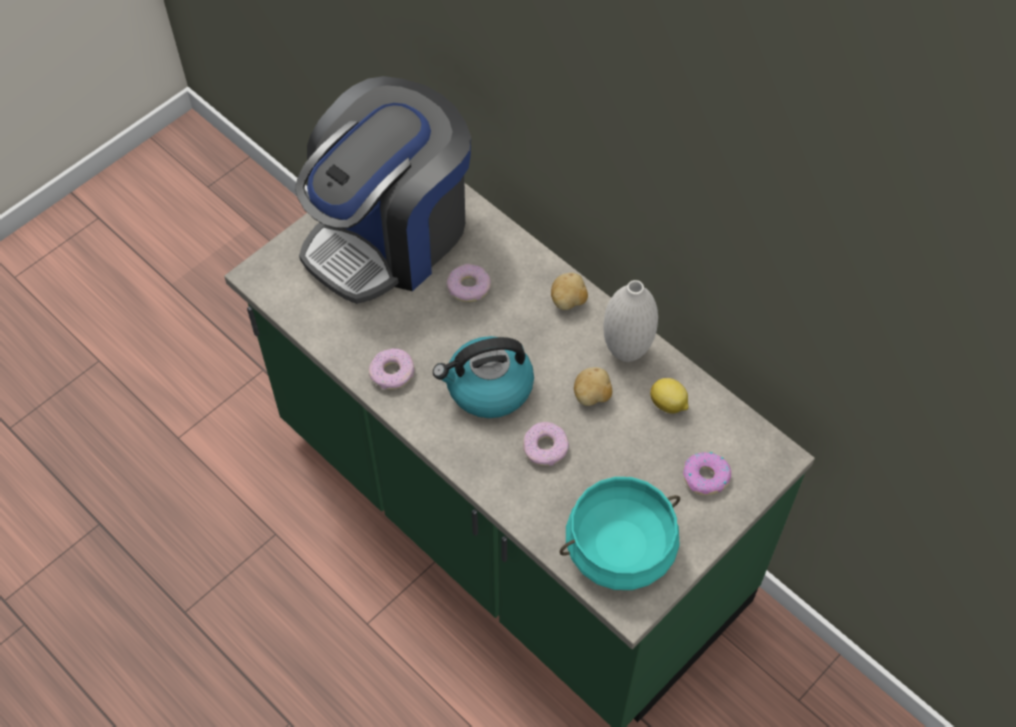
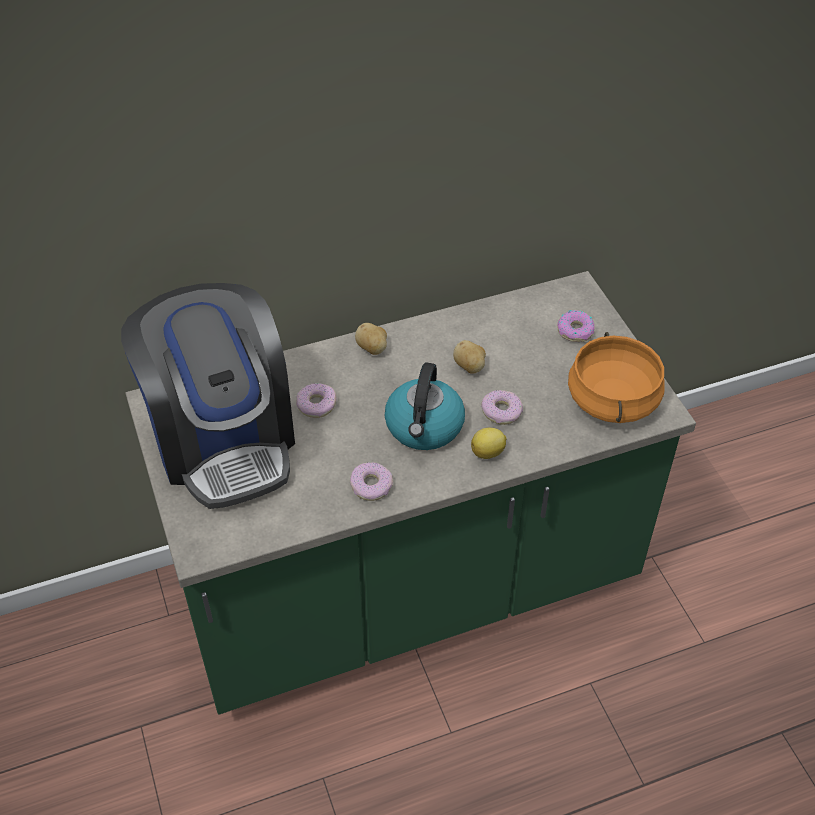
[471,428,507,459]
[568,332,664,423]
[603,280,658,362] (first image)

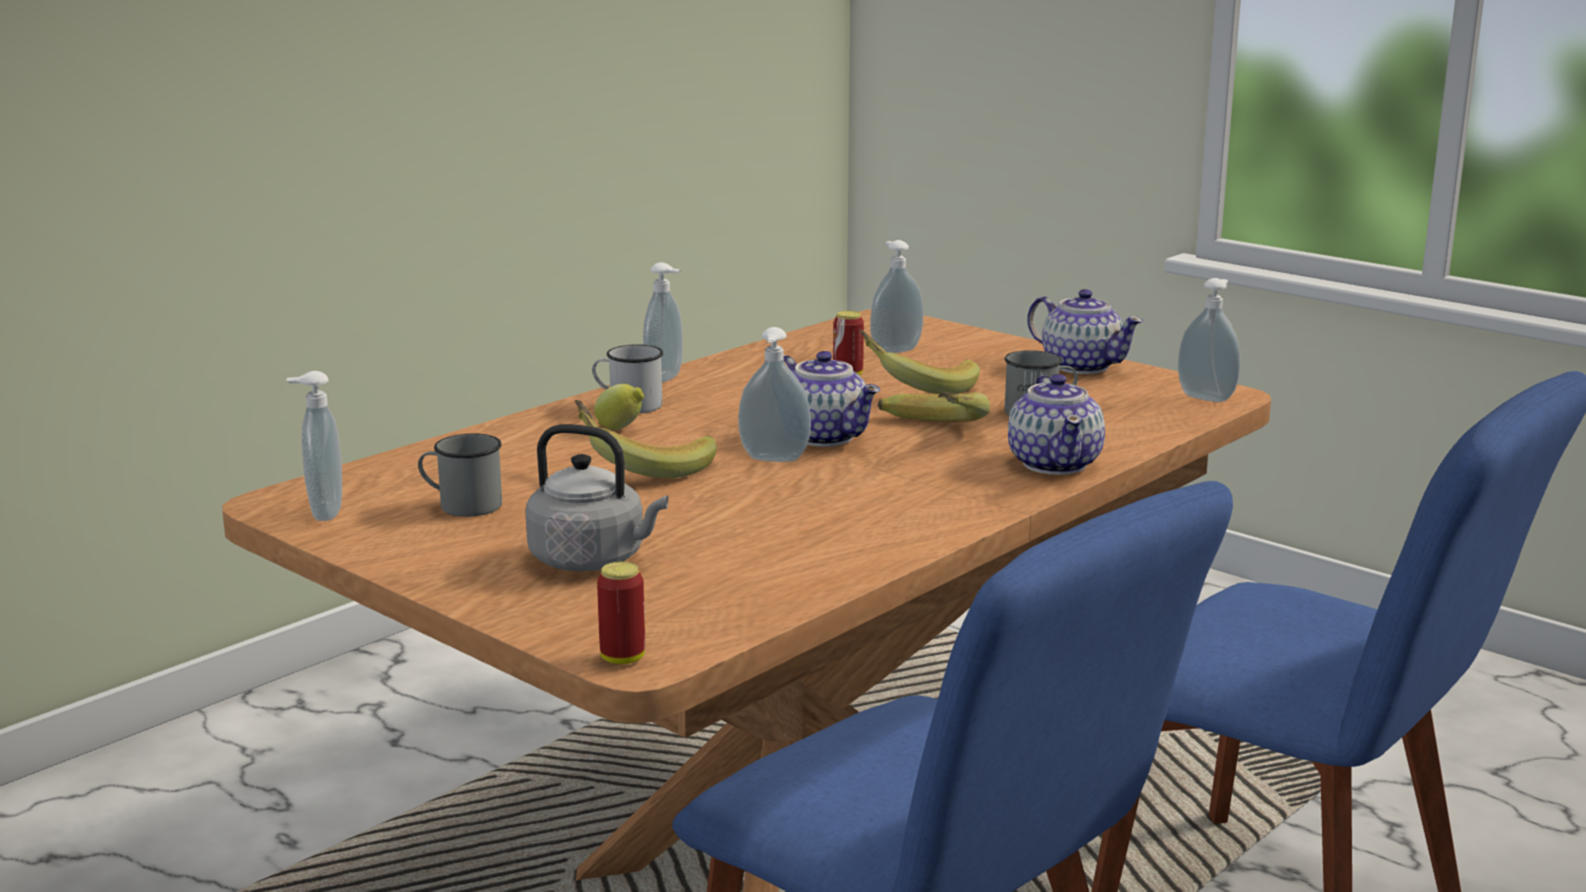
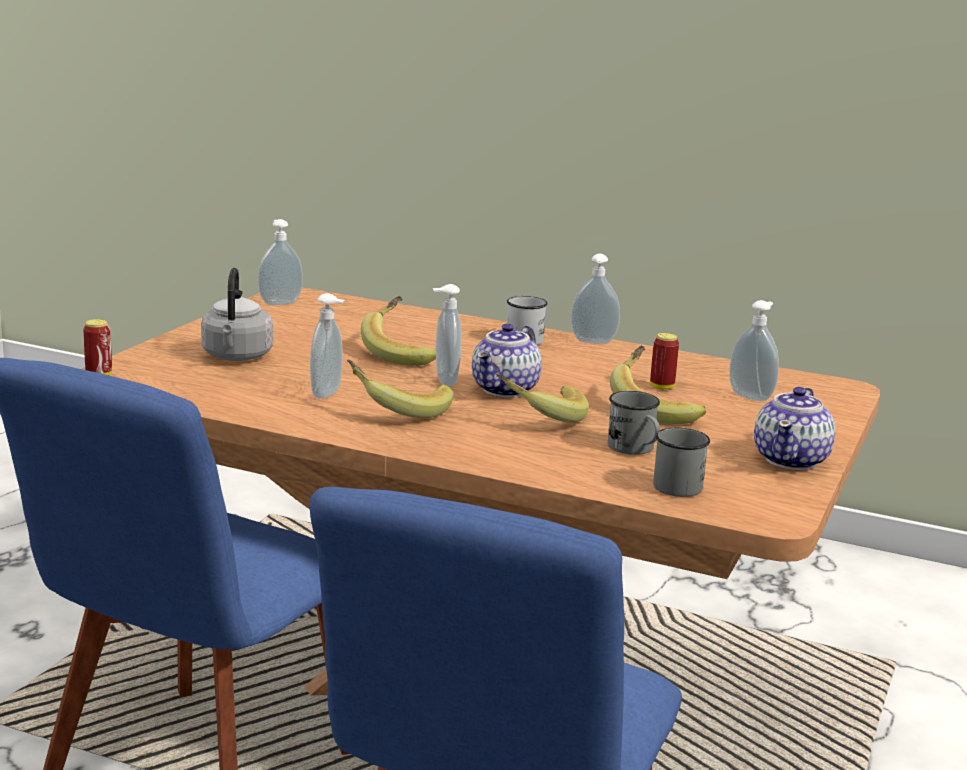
[310,293,345,399]
[347,360,453,418]
[653,427,710,497]
[594,384,644,430] (first image)
[1008,374,1105,475] (first image)

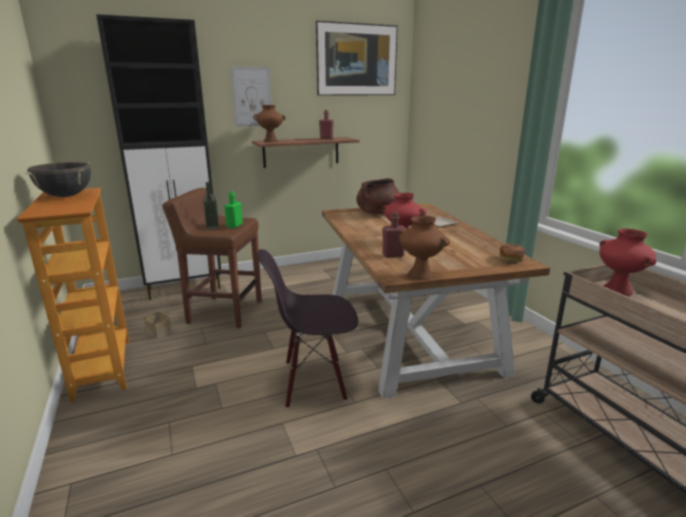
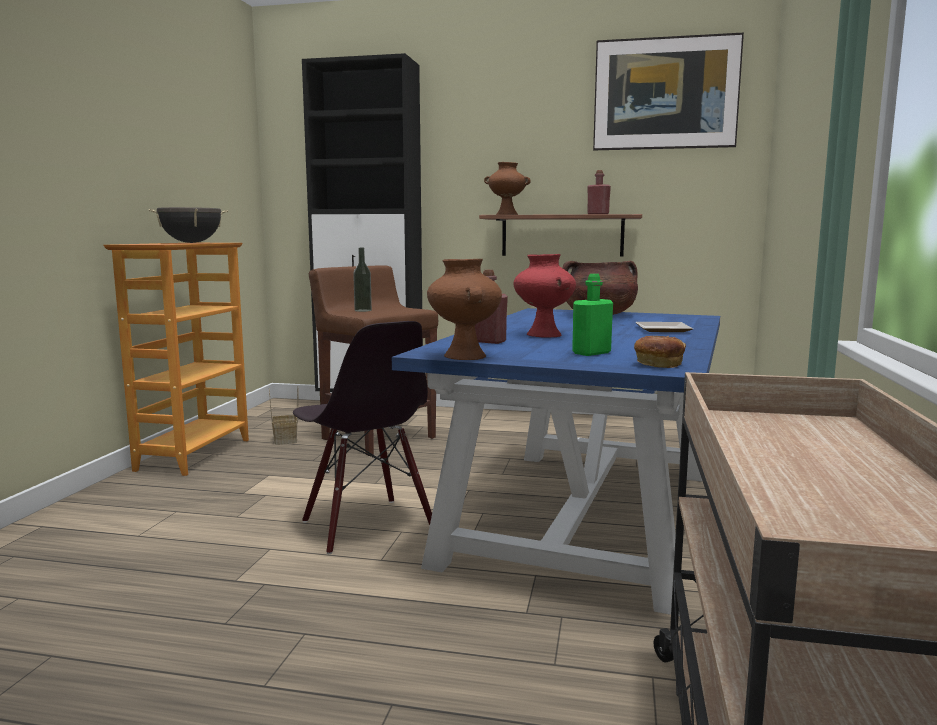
[293,321,432,554]
[392,308,720,616]
[572,274,613,356]
[230,67,272,127] (first image)
[599,228,656,296] (first image)

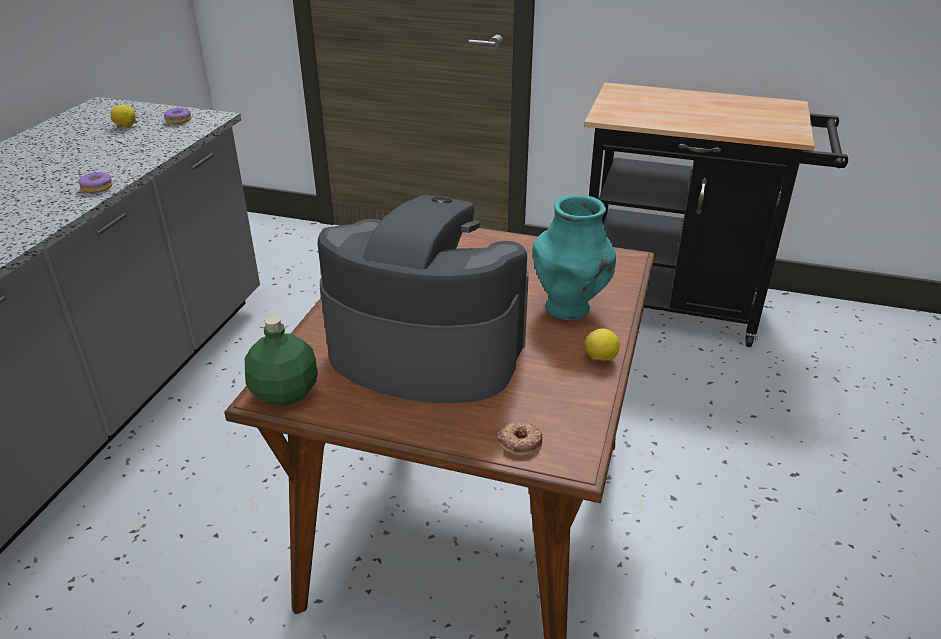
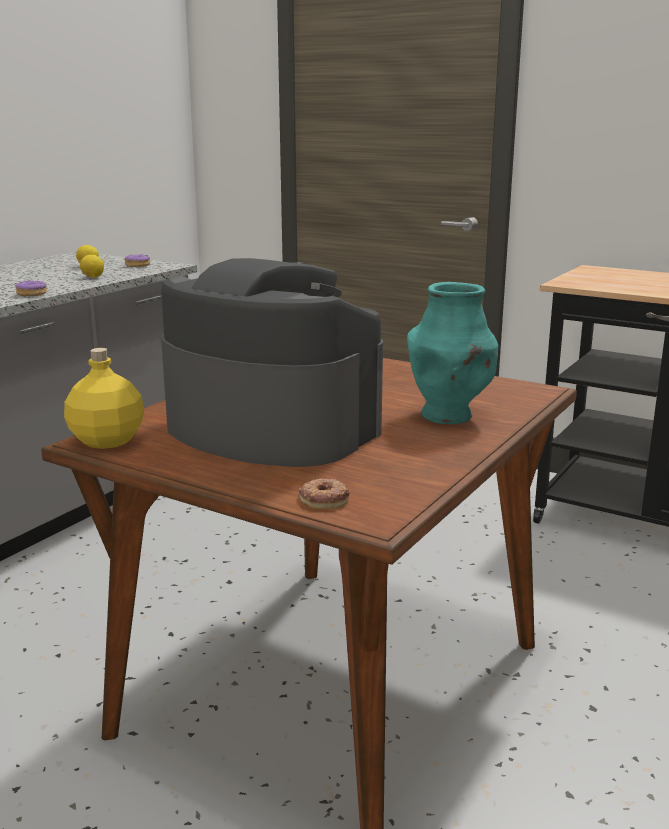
[64,348,144,449]
[80,255,104,278]

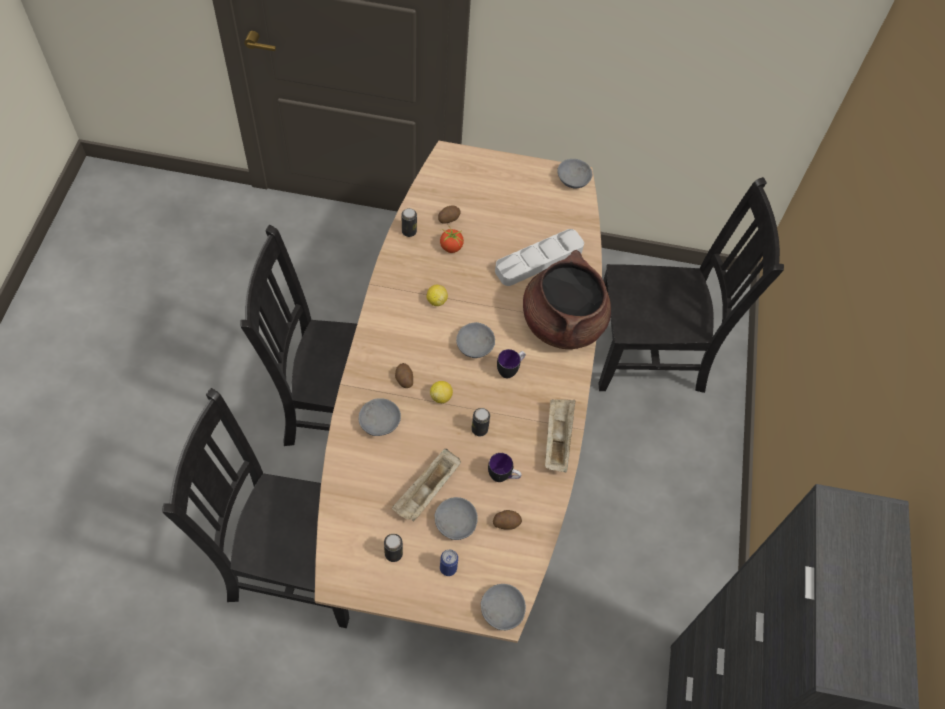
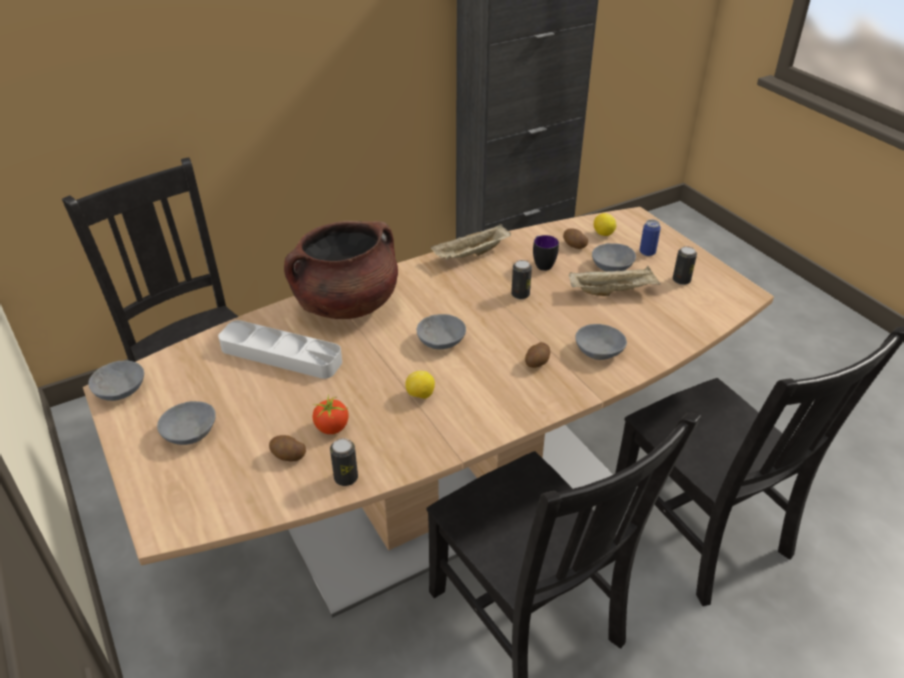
[157,401,216,445]
[594,213,616,236]
[497,349,526,378] (first image)

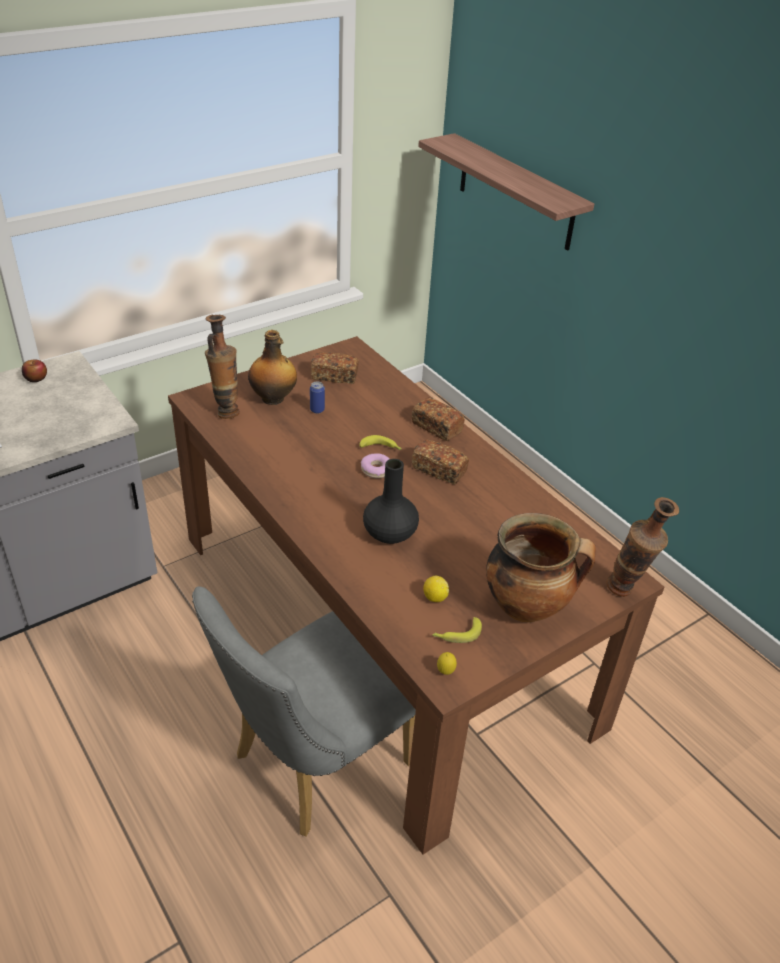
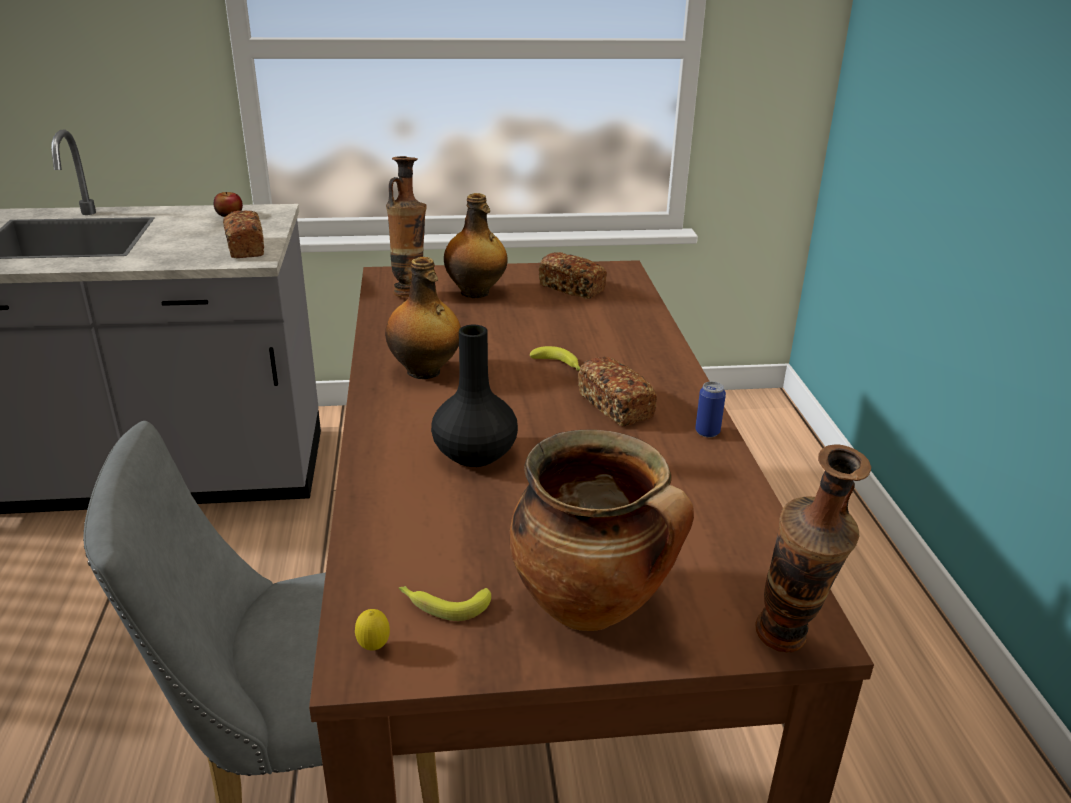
[223,210,264,258]
[385,257,461,379]
[695,381,726,437]
[361,453,389,478] (first image)
[418,133,594,250] (first image)
[423,576,449,602] (first image)

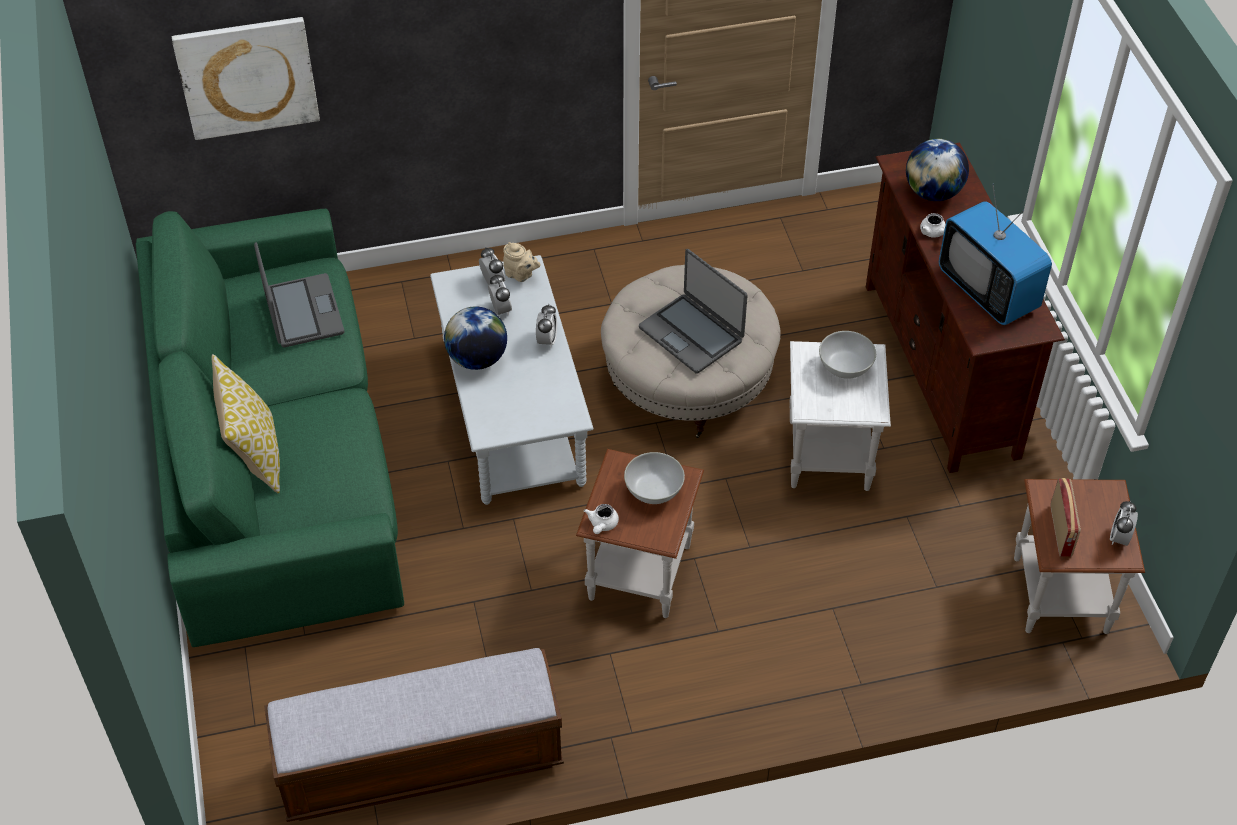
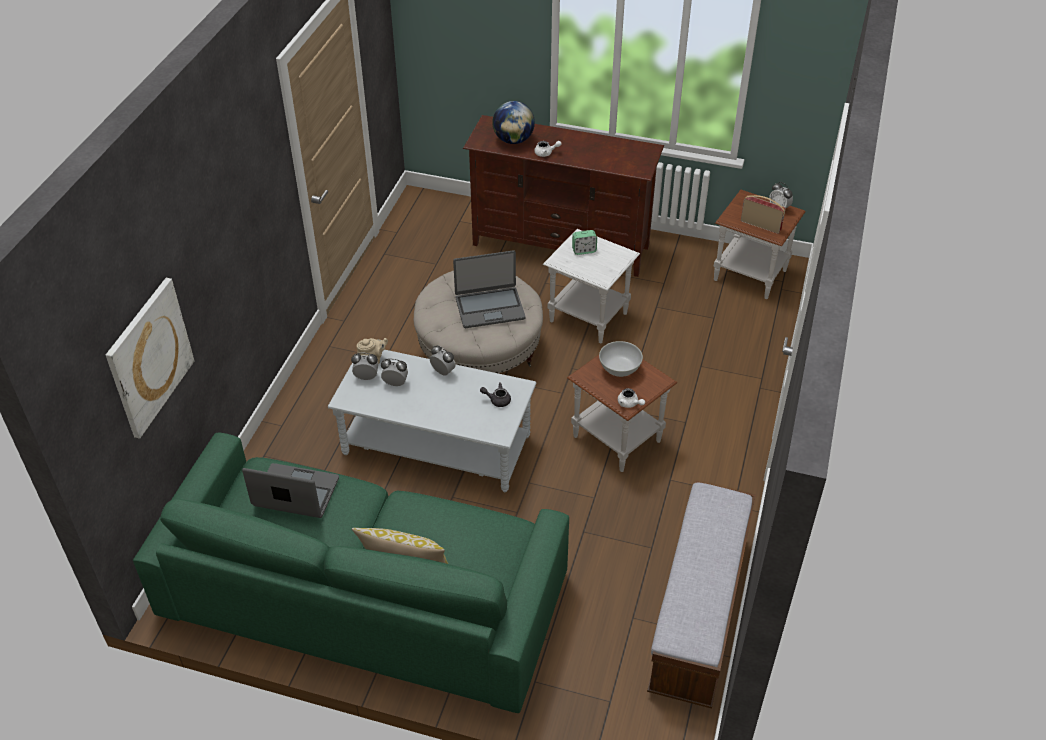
[480,382,511,407]
[572,230,597,255]
[444,306,507,370] (first image)
[939,183,1052,325] (first image)

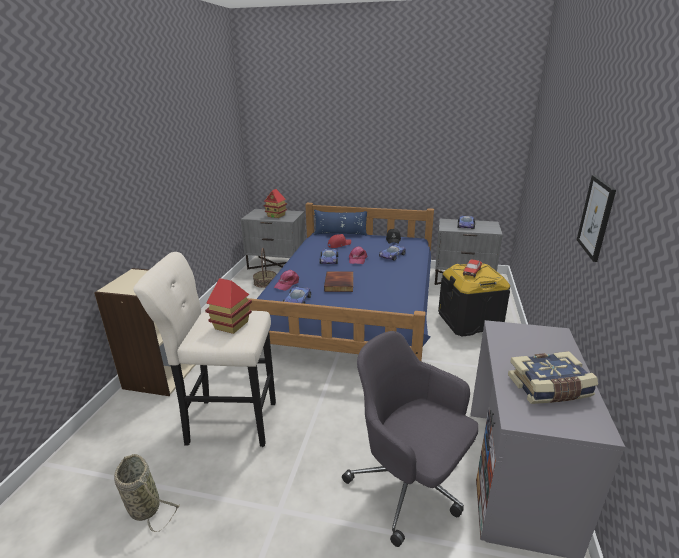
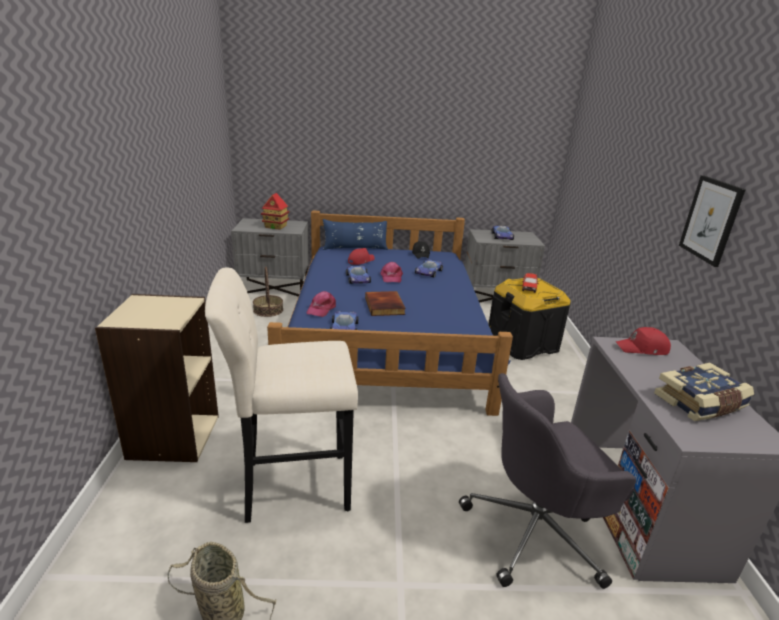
[459,373,636,589]
[616,327,671,355]
[205,278,252,334] (first image)

